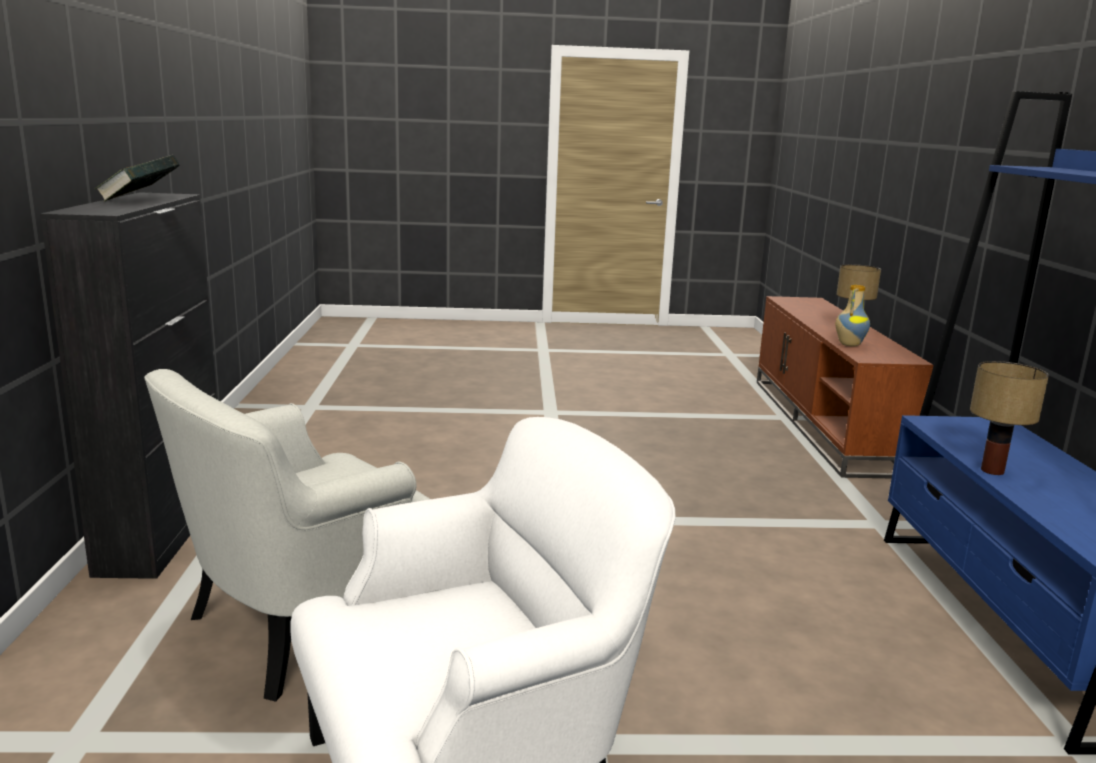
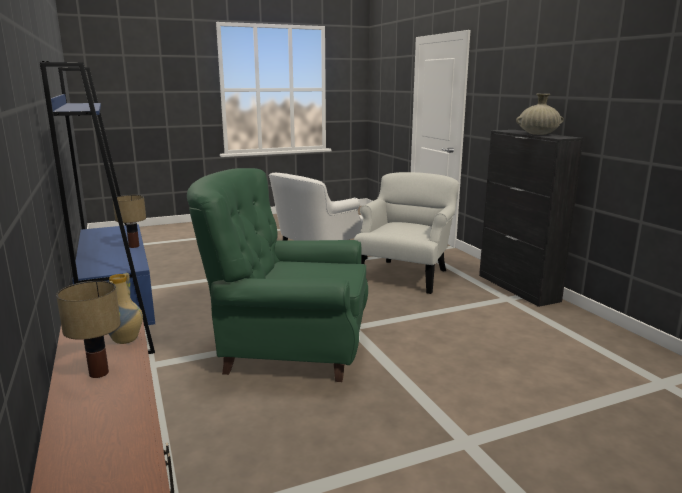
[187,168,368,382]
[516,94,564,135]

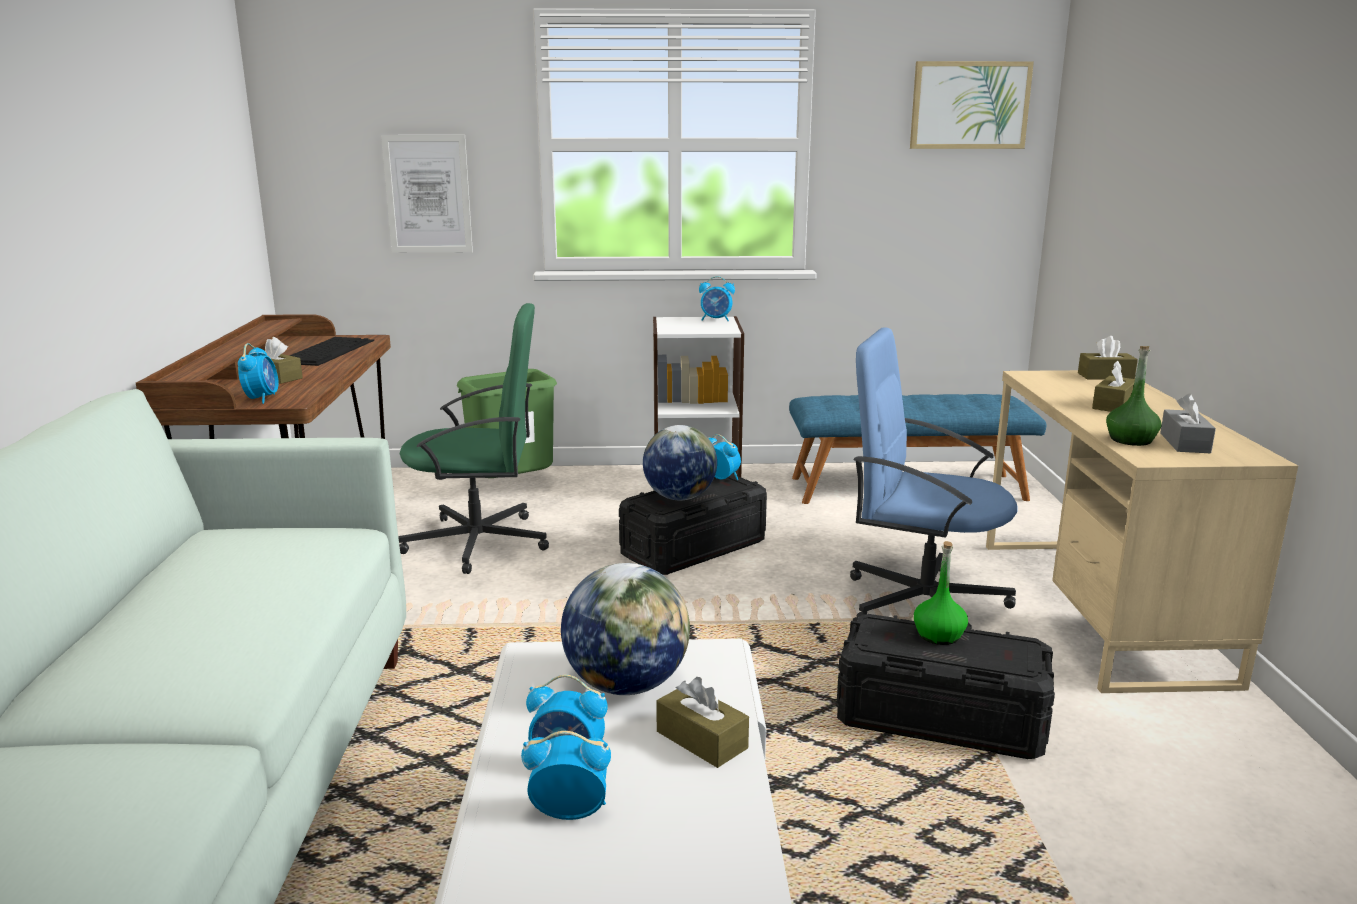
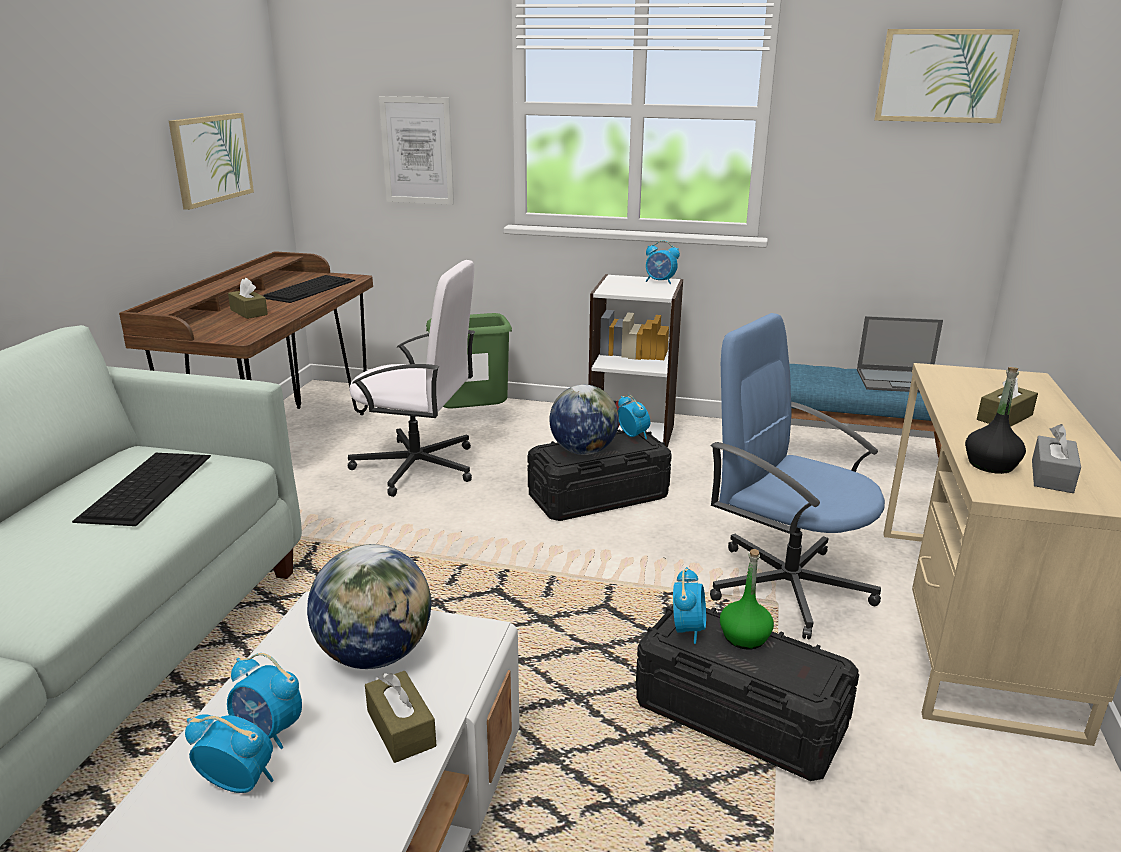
[72,453,211,526]
[169,113,254,210]
[347,260,475,497]
[673,567,706,644]
[857,316,943,392]
[965,367,1026,474]
[1078,336,1138,379] (first image)

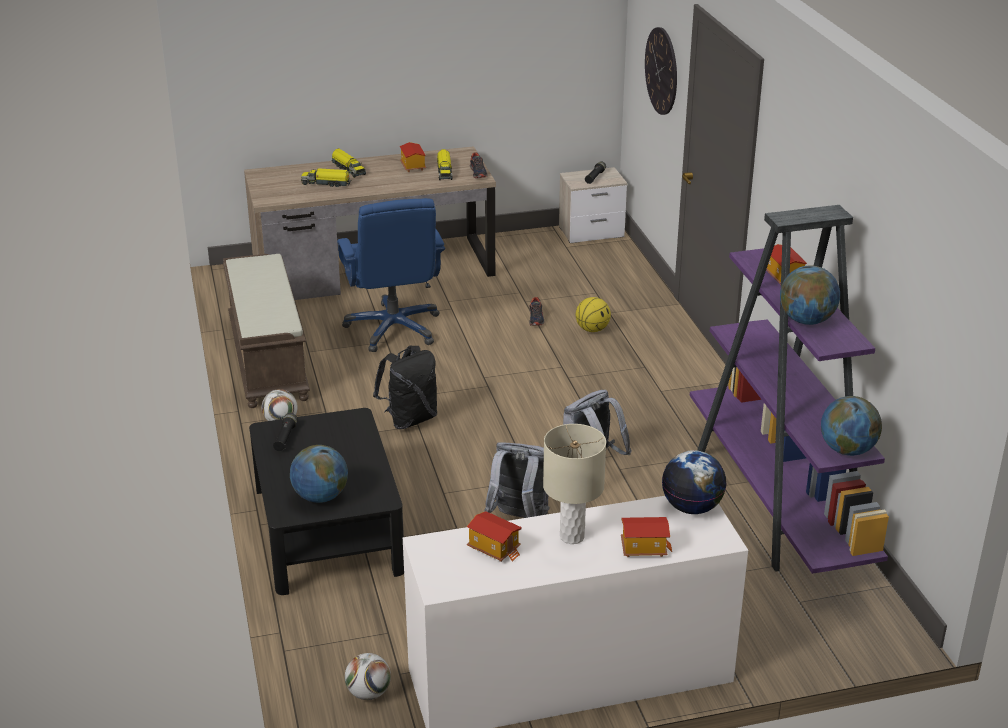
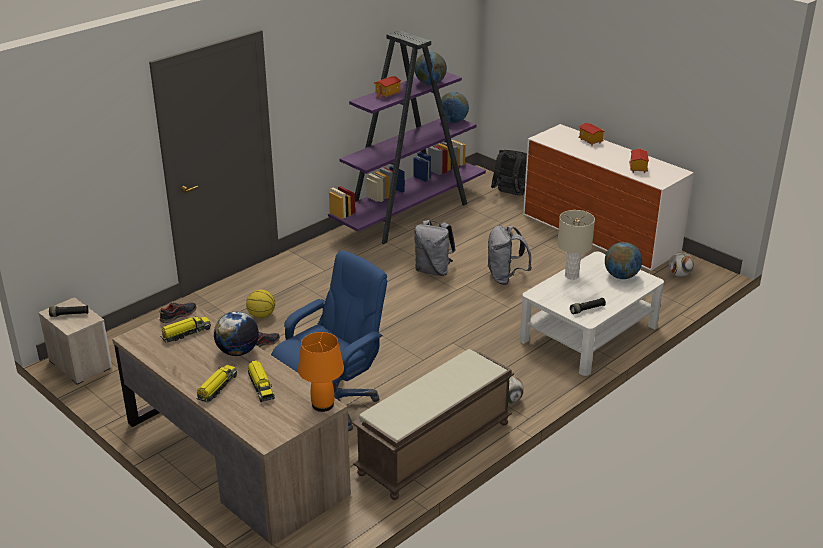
[214,311,259,356]
[298,332,344,412]
[491,150,527,195]
[520,251,664,376]
[557,210,595,280]
[400,142,426,172] (first image)
[645,27,677,115] (first image)

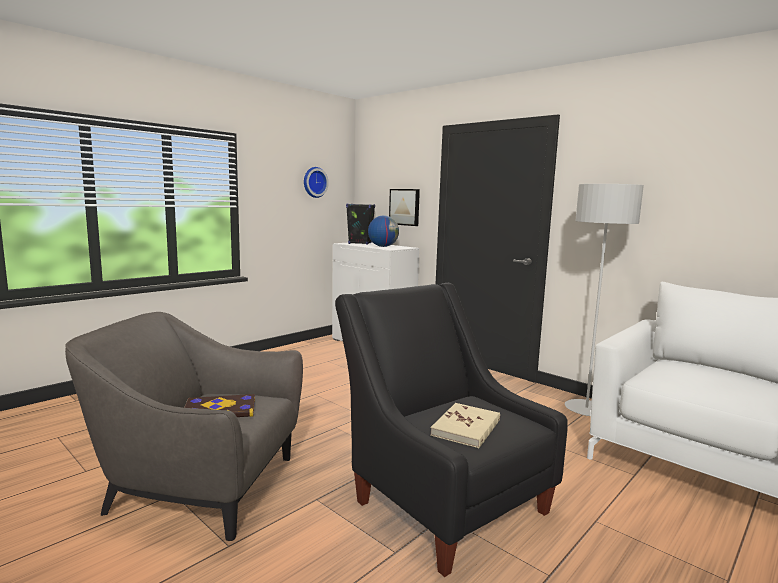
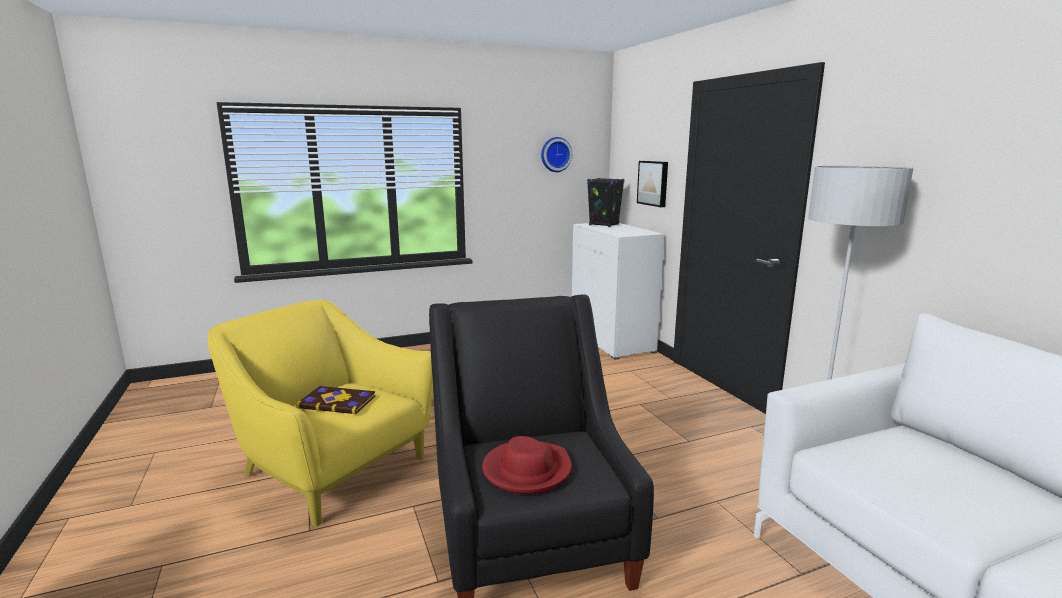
[208,300,433,526]
[482,436,572,495]
[368,215,399,247] (first image)

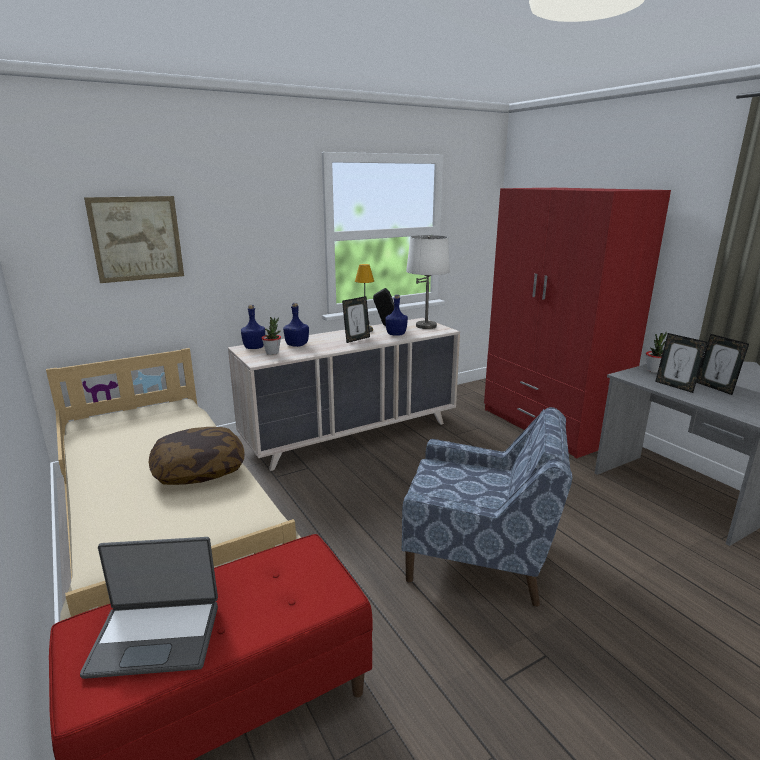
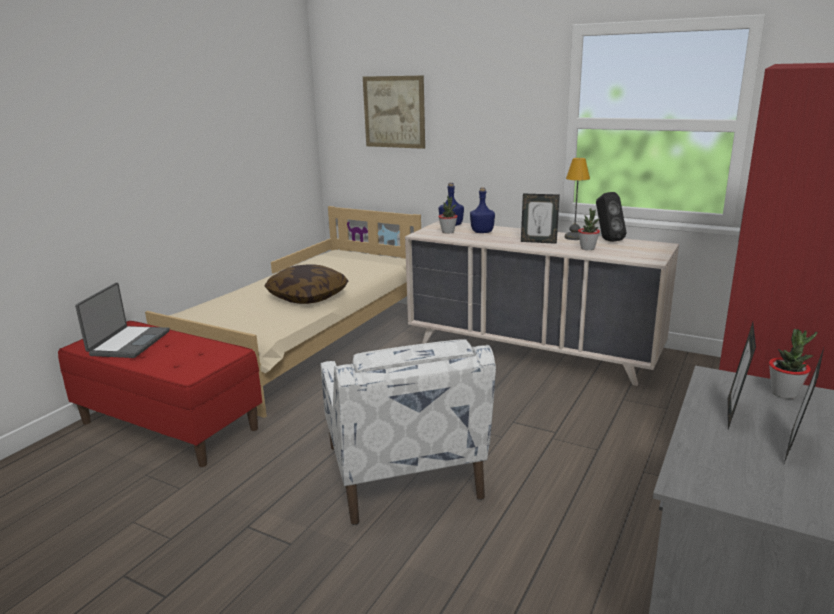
[75,283,170,358]
[321,339,496,525]
[578,208,600,250]
[406,235,450,329] (first image)

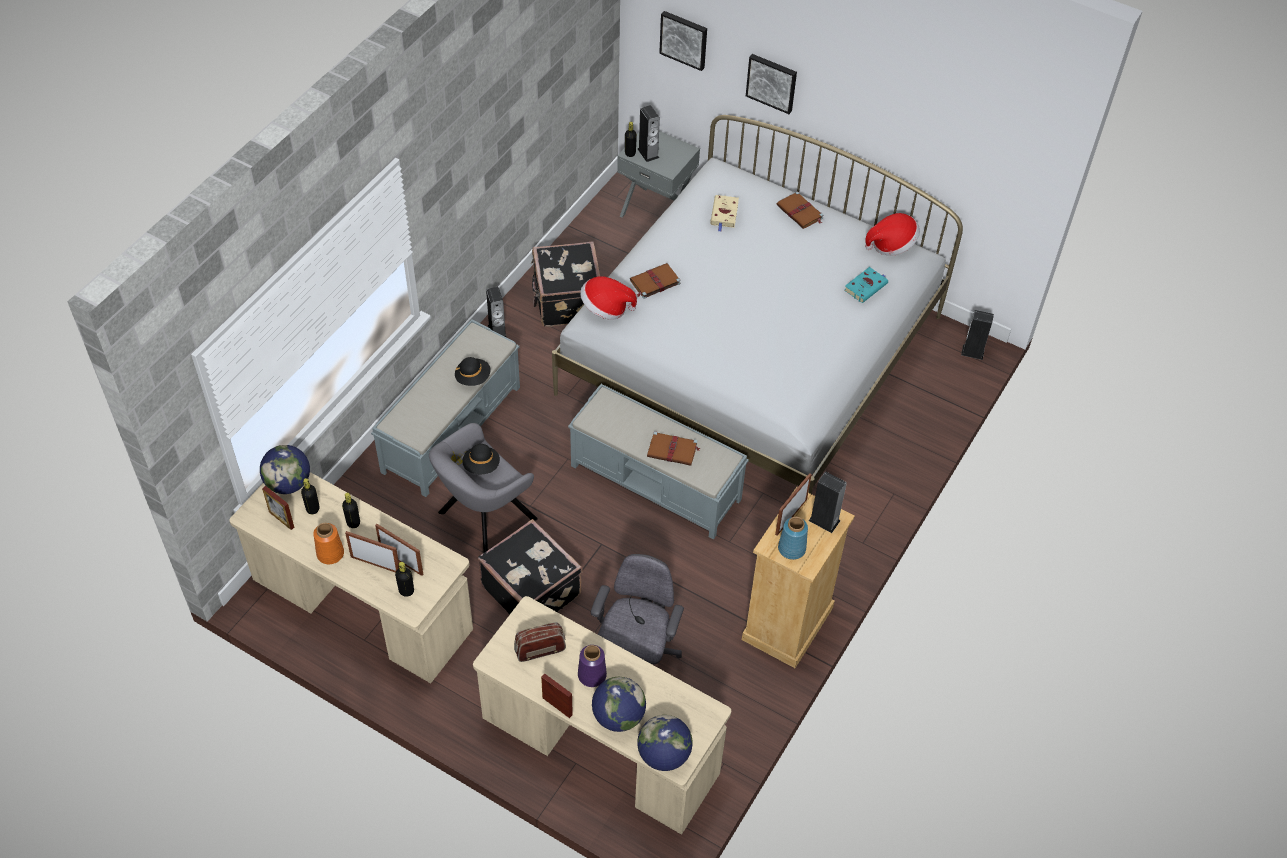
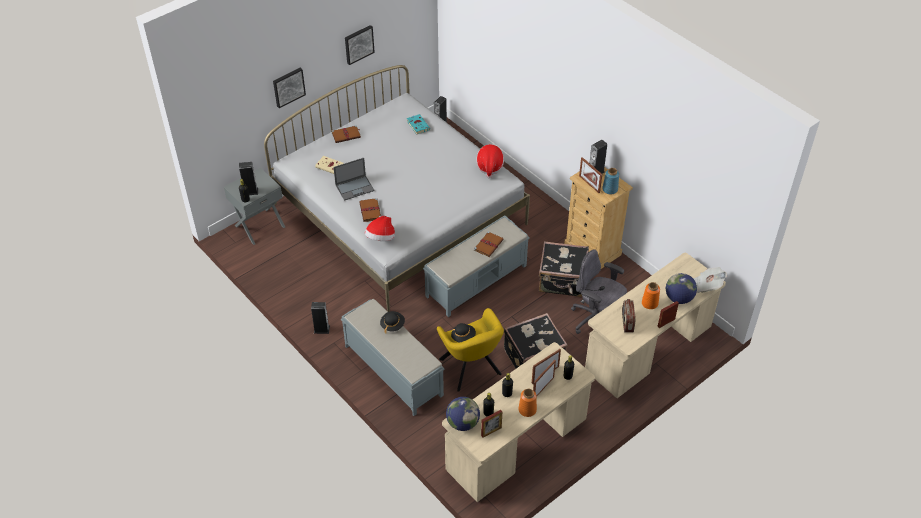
[333,158,375,201]
[345,25,375,65]
[437,308,504,392]
[476,144,504,178]
[539,241,589,297]
[642,282,660,309]
[693,267,727,293]

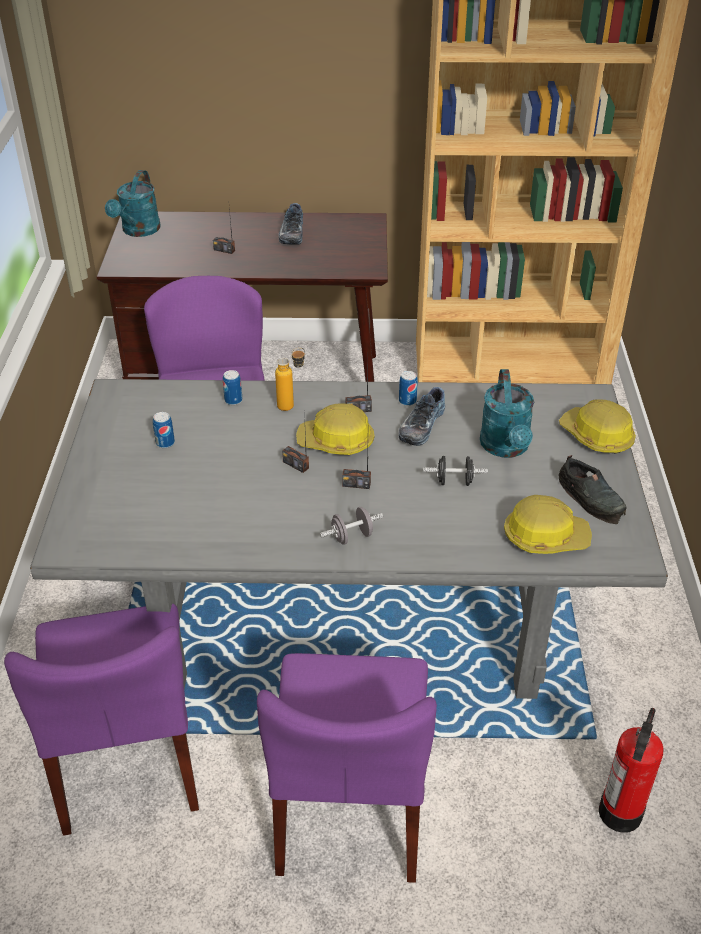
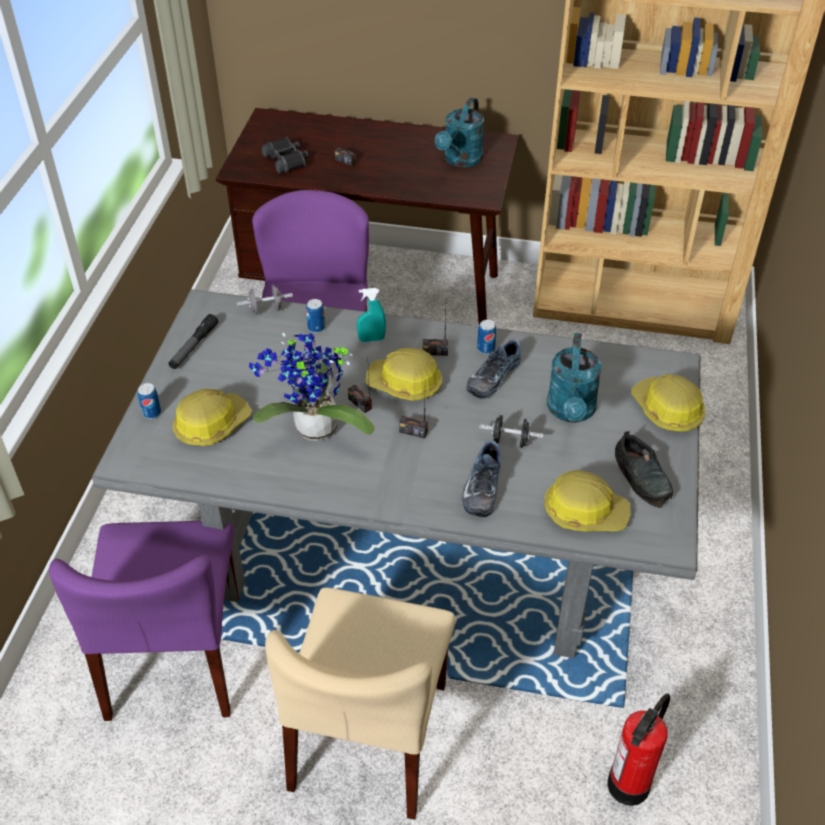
[137,383,161,419]
[169,314,218,369]
[173,389,252,446]
[236,285,293,315]
[249,333,375,441]
[261,137,308,174]
[265,587,456,820]
[357,288,386,342]
[435,97,484,167]
[462,441,501,517]

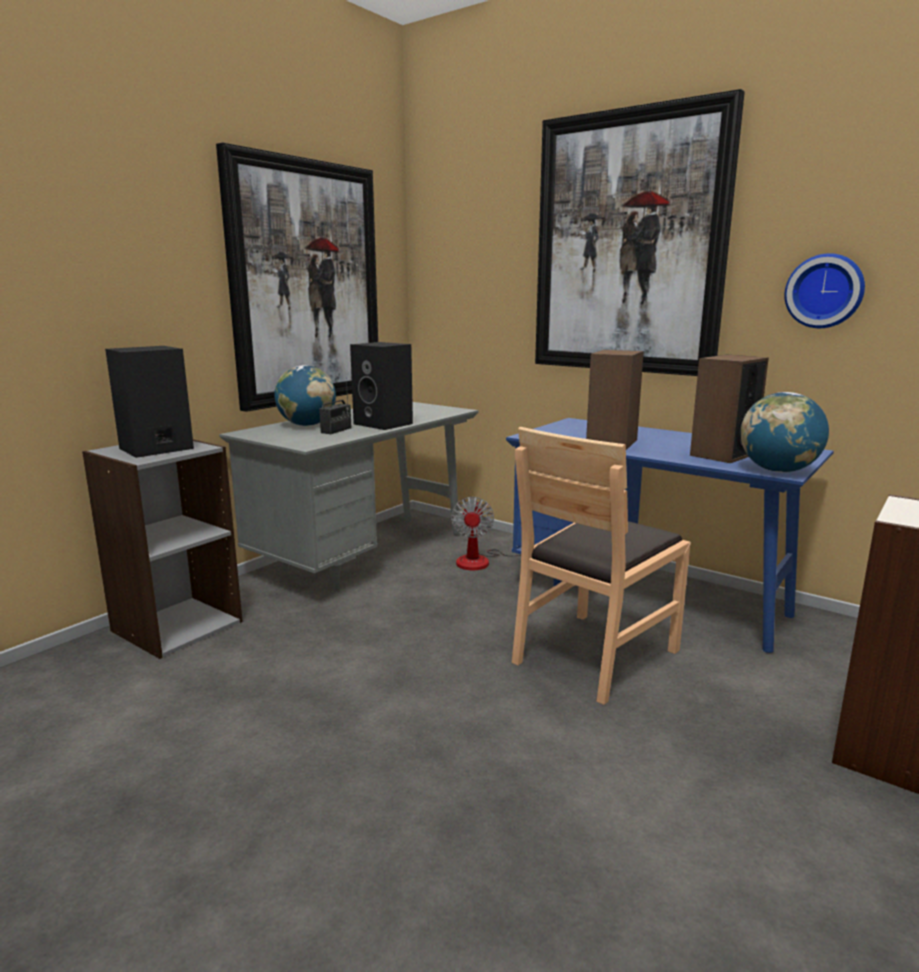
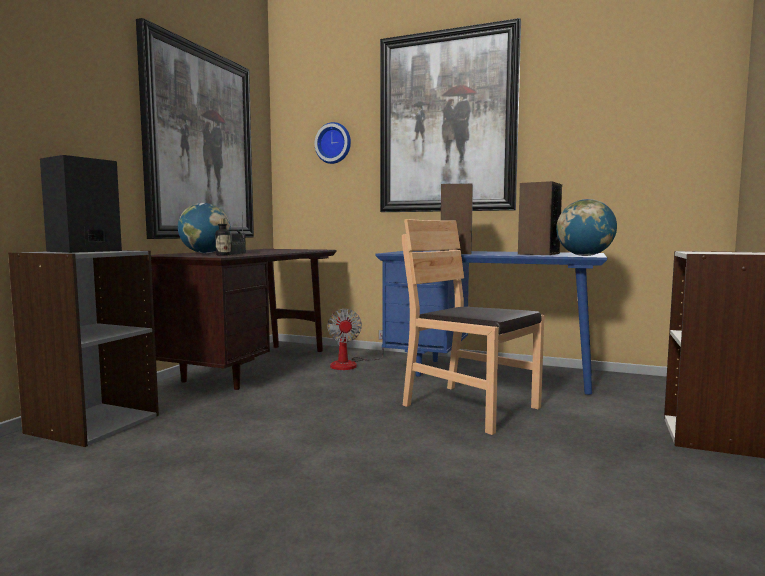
[151,249,337,390]
[215,219,231,256]
[315,122,351,164]
[402,219,544,435]
[350,342,413,430] (first image)

